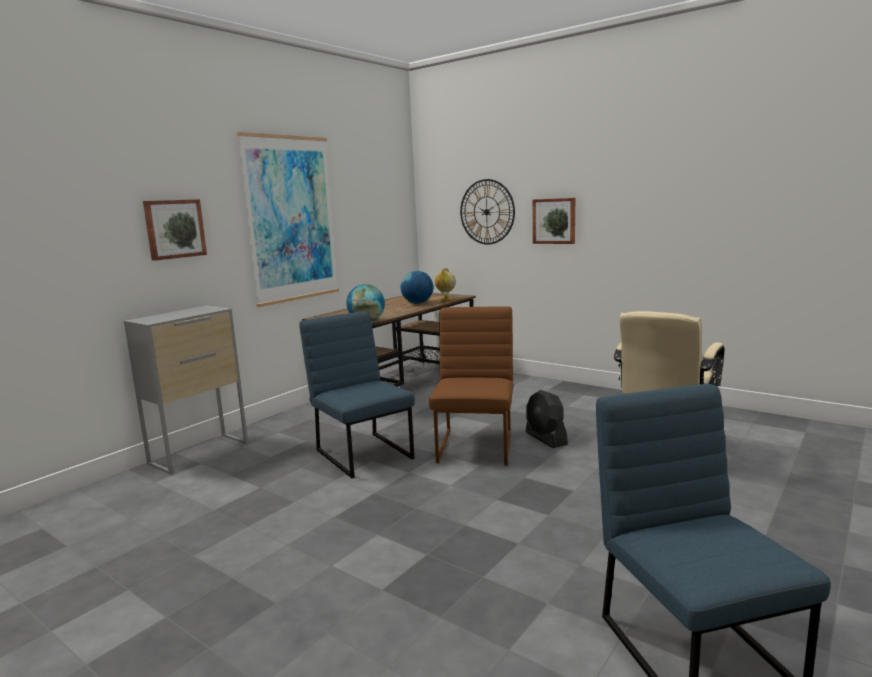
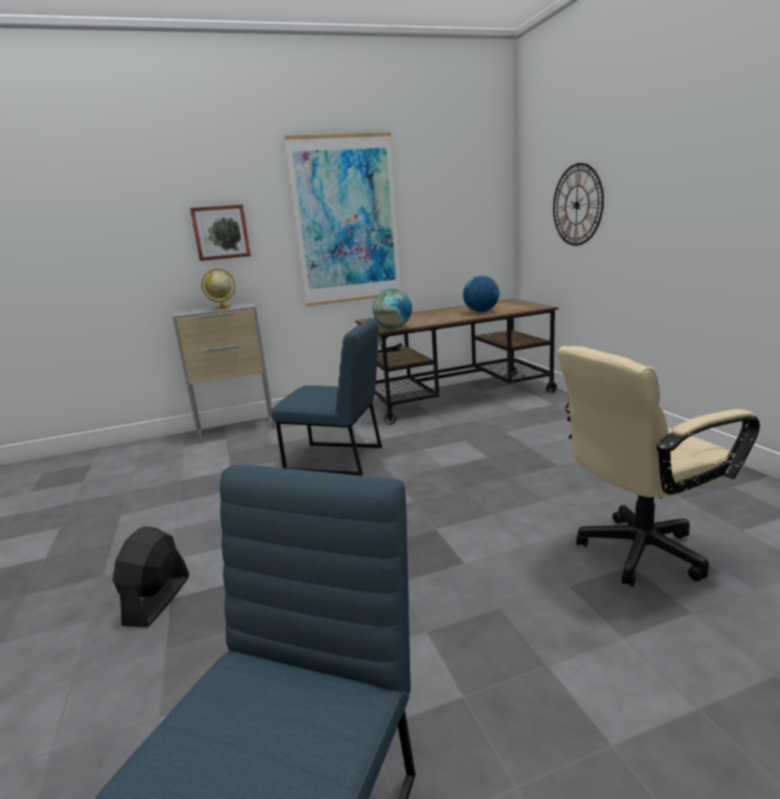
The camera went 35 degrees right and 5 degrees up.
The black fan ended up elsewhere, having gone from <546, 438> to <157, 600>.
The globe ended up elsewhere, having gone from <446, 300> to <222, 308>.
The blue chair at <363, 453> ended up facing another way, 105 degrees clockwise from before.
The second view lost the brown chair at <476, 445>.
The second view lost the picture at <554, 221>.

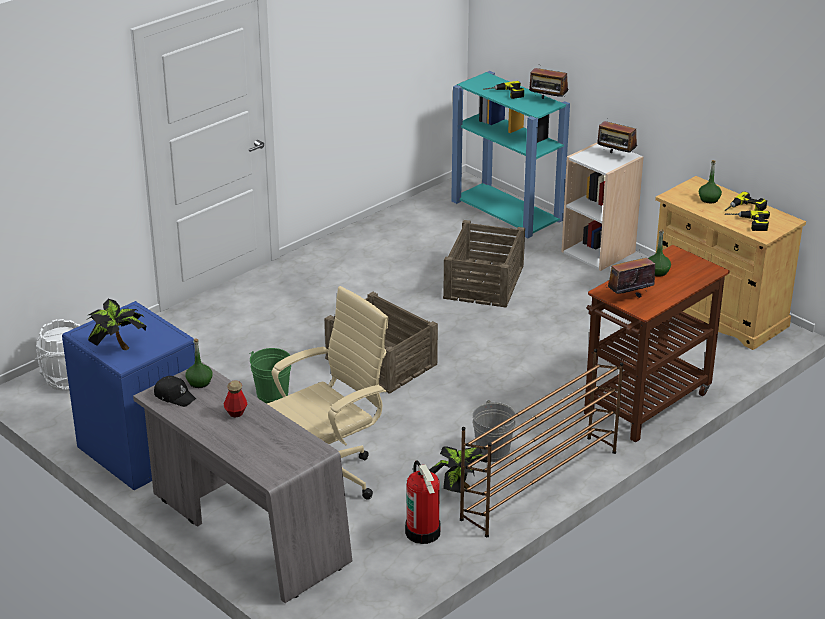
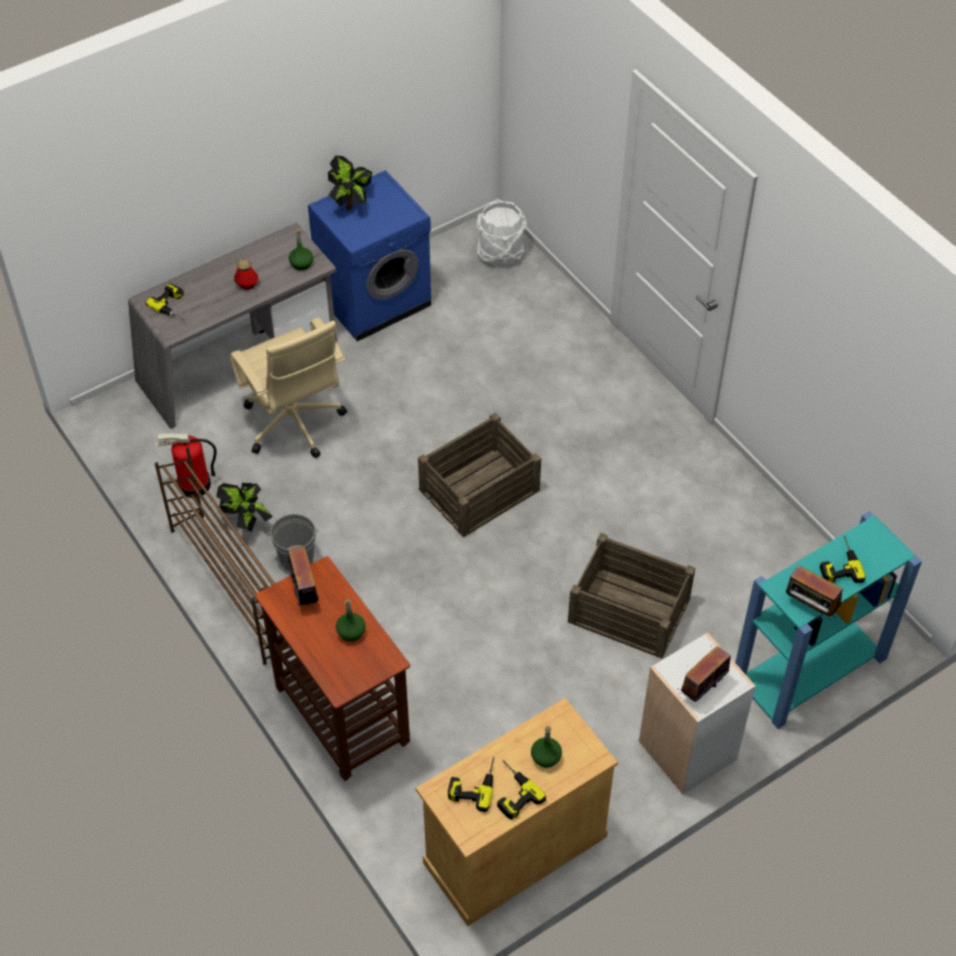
The camera went 100 degrees right and 20 degrees up.
The second view gained the power drill at <174, 306>.
The radio at <547, 101> ended up facing another way, 90 degrees counterclockwise from before.
The second view lost the black cap at <174, 396>.
The second view lost the green bucket at <272, 394>.

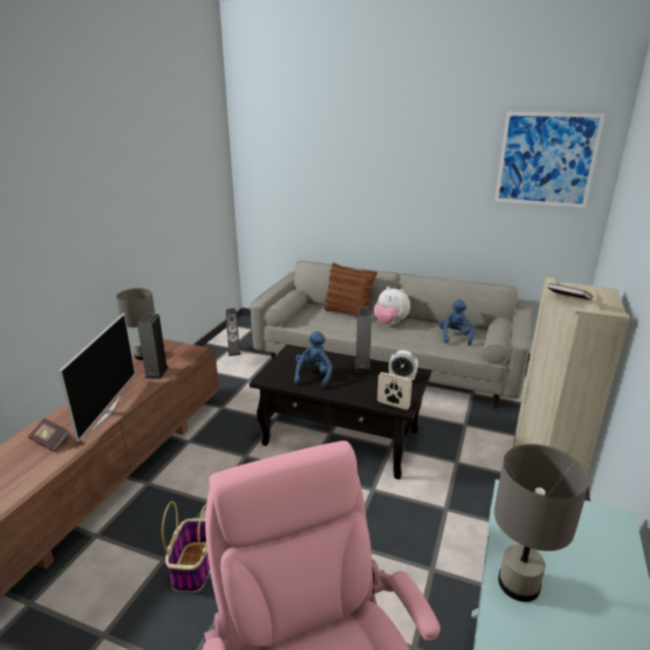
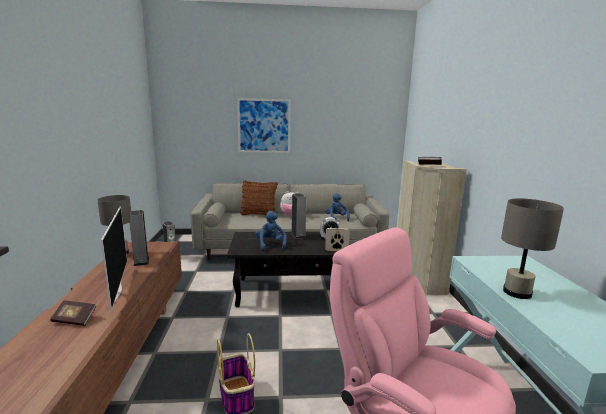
The camera went 25 degrees left and 10 degrees down.
The picture ended up elsewhere, having gone from <546, 160> to <264, 126>.

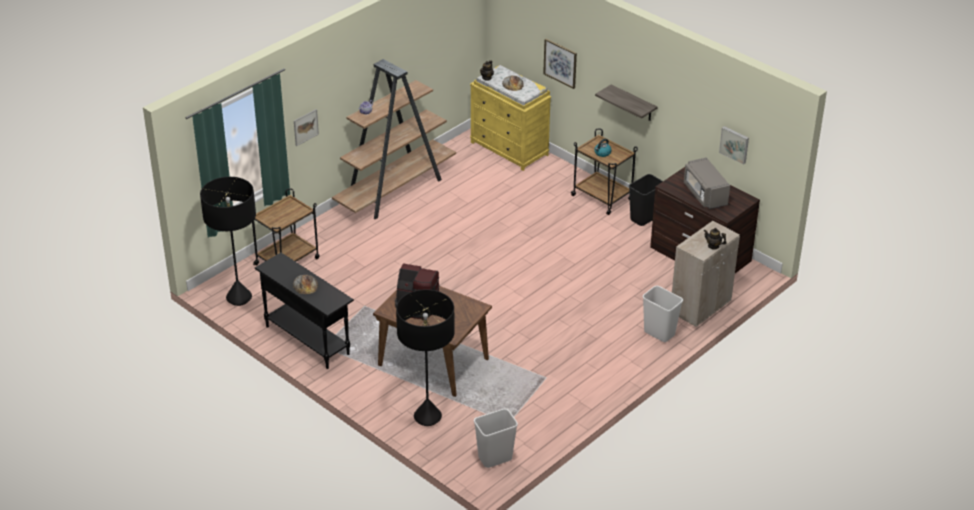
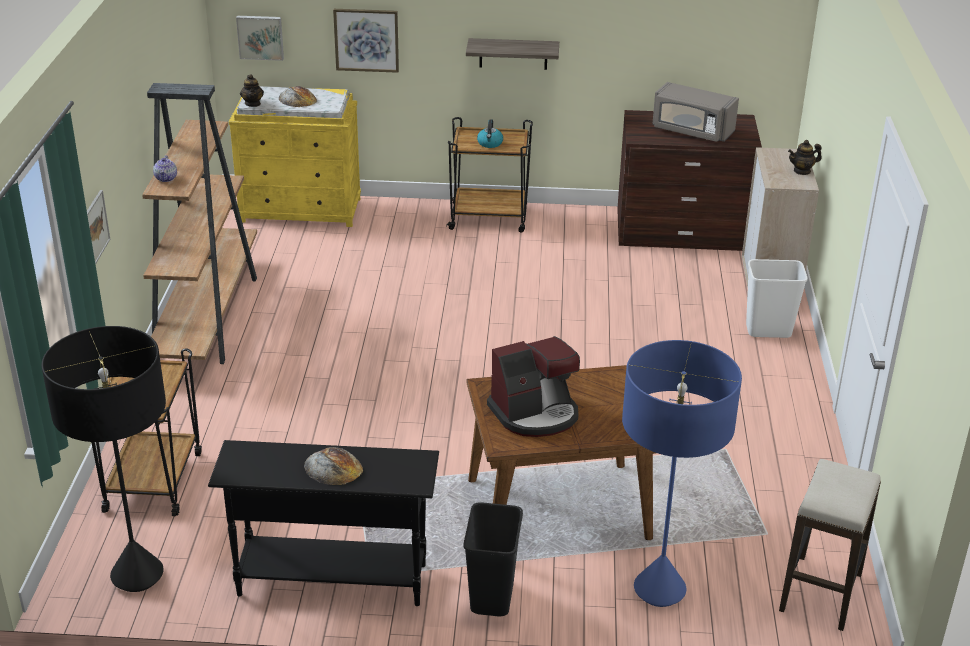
The camera went 40 degrees left and 5 degrees down.
The picture ended up elsewhere, having gone from <734, 144> to <260, 37>.
The black trash can ended up elsewhere, having gone from <643, 218> to <491, 597>.
What was the black floor lamp at <427, 418> turned into the blue floor lamp at <659, 592>.
Where the white trash can stood at <495, 458>, the stool came to stand at <820, 592>.

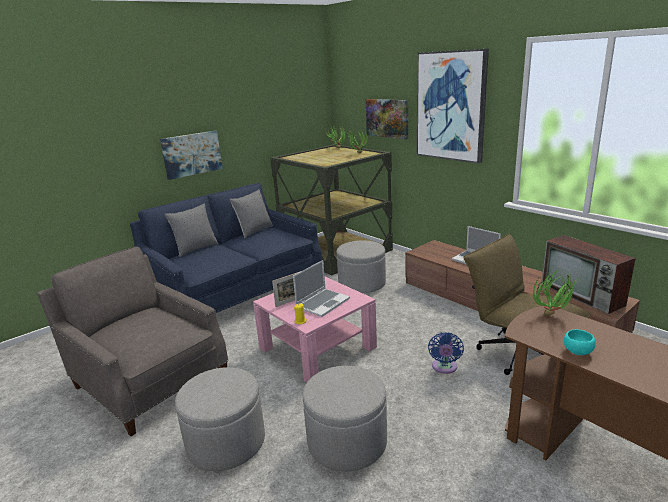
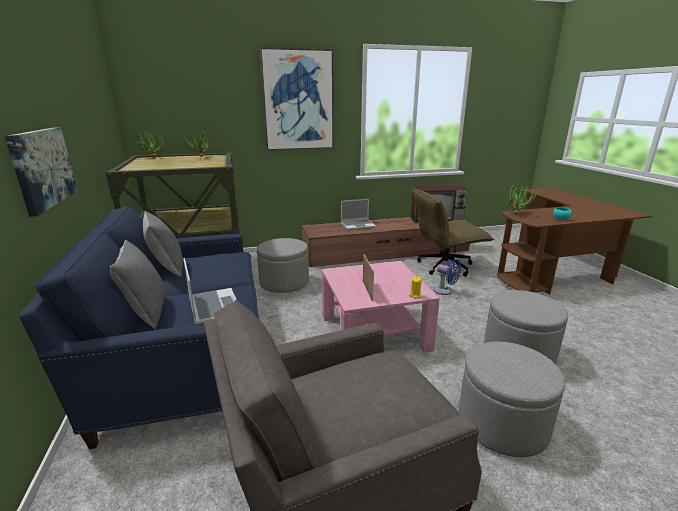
The camera went 65 degrees left and 0 degrees up.
The laptop ended up elsewhere, having gone from <322, 303> to <213, 307>.
The second view lost the picture at <387, 118>.

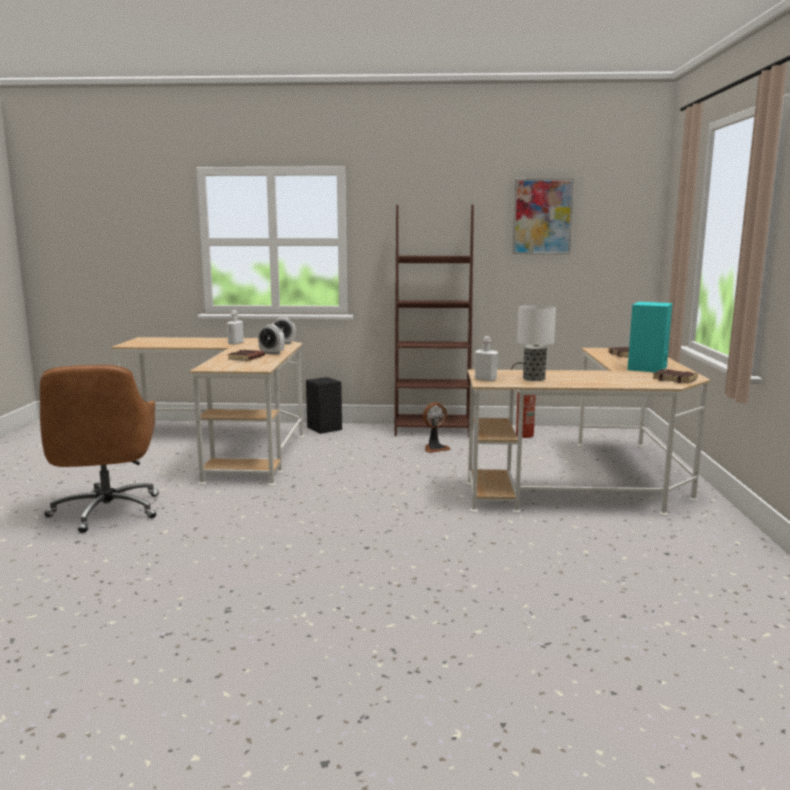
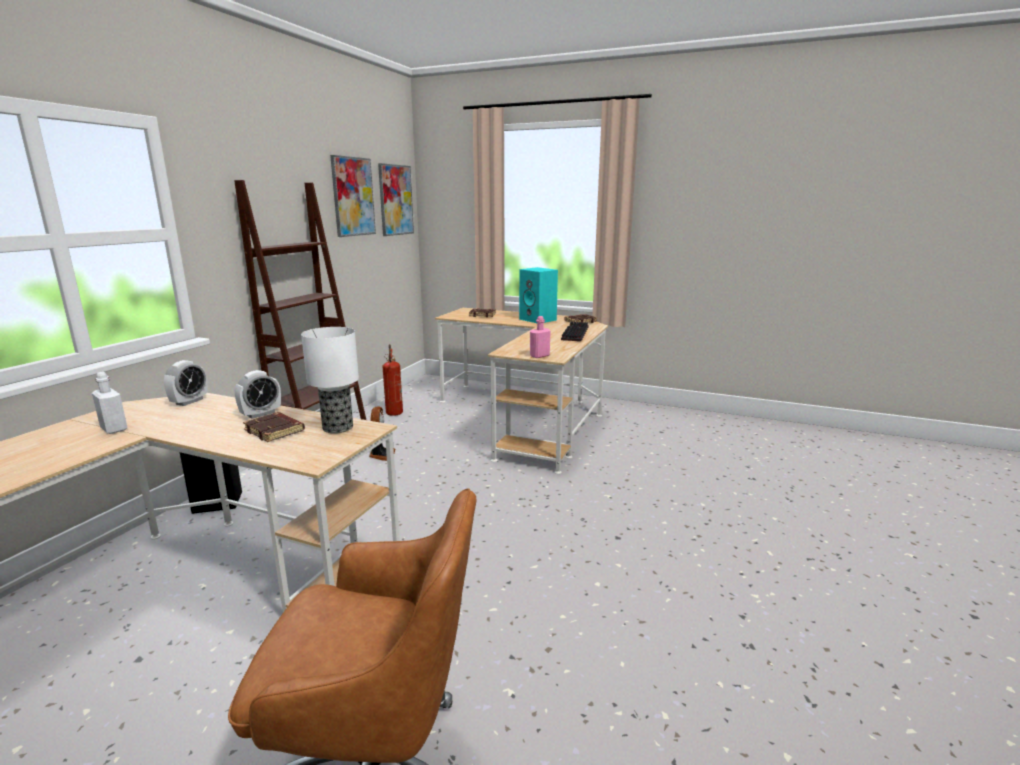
The camera went 70 degrees left and 5 degrees up.
The table lamp ended up elsewhere, having gone from <534, 379> to <338, 427>.
The second view gained the picture at <395, 200>.
What was the white bottle at <485, 379> turned into the pink bottle at <539, 356>.
The second view gained the keyboard at <574, 333>.

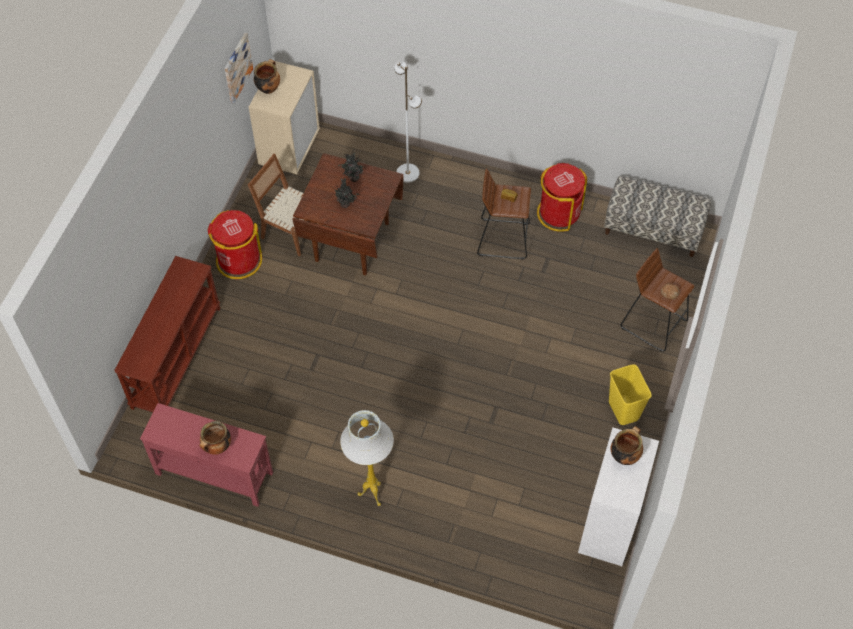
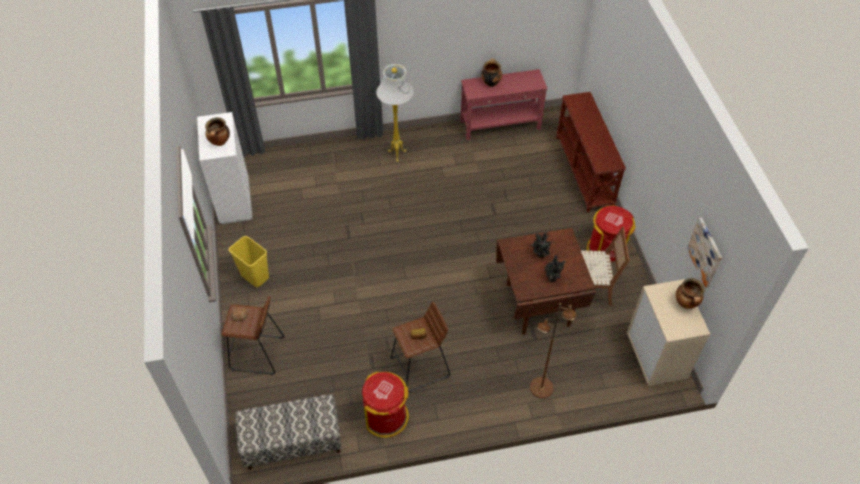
The camera went 150 degrees right and 5 degrees down.
What was the white floor lamp at <408, 173> turned into the brown floor lamp at <541, 388>.

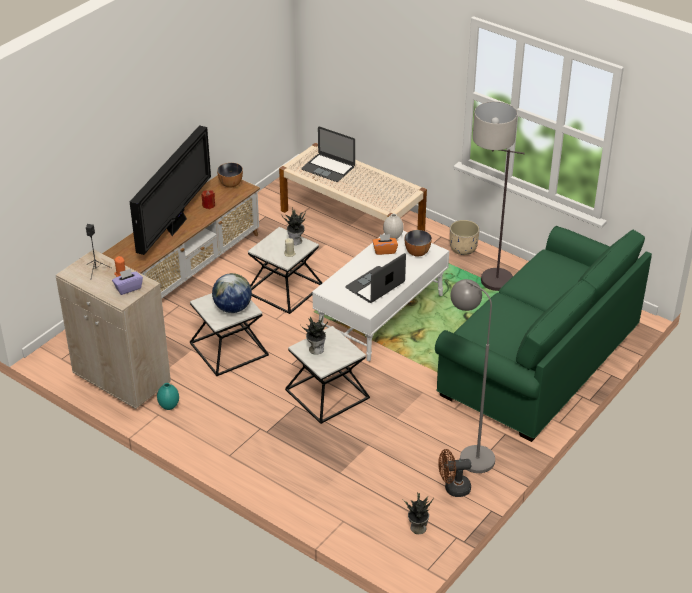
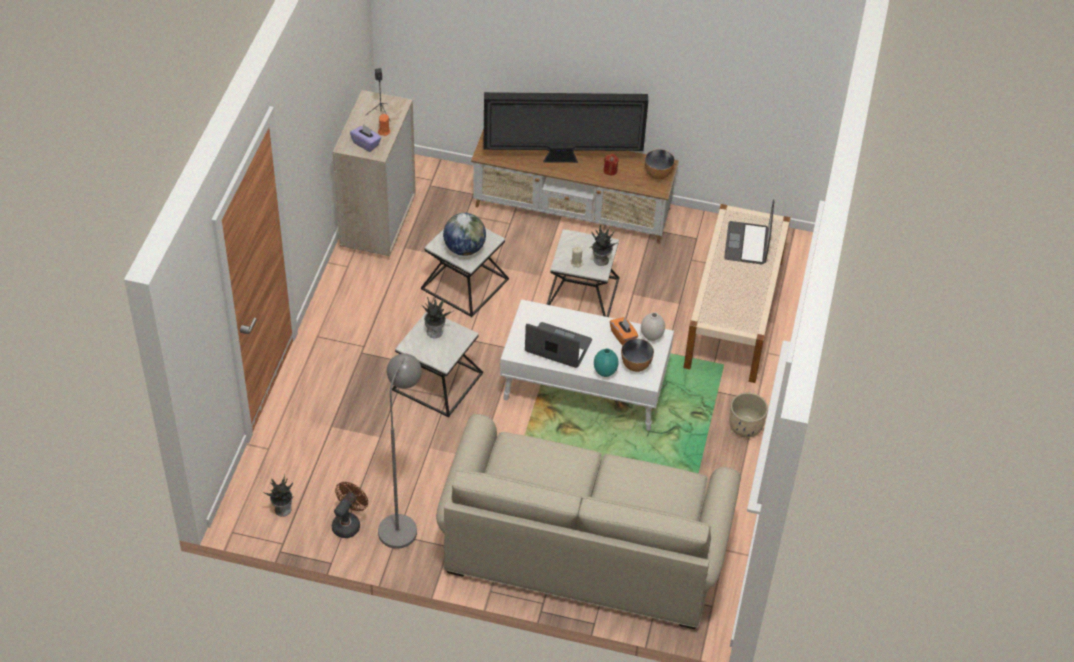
The camera went 65 degrees right and 10 degrees up.
The brown fan at <453, 488> ended up facing another way, 60 degrees clockwise from before.
What was the green sofa at <539, 360> turned into the beige sofa at <583, 549>.
The turquoise vase ended up elsewhere, having gone from <169, 407> to <605, 373>.
The second view lost the grey floor lamp at <487, 279>.

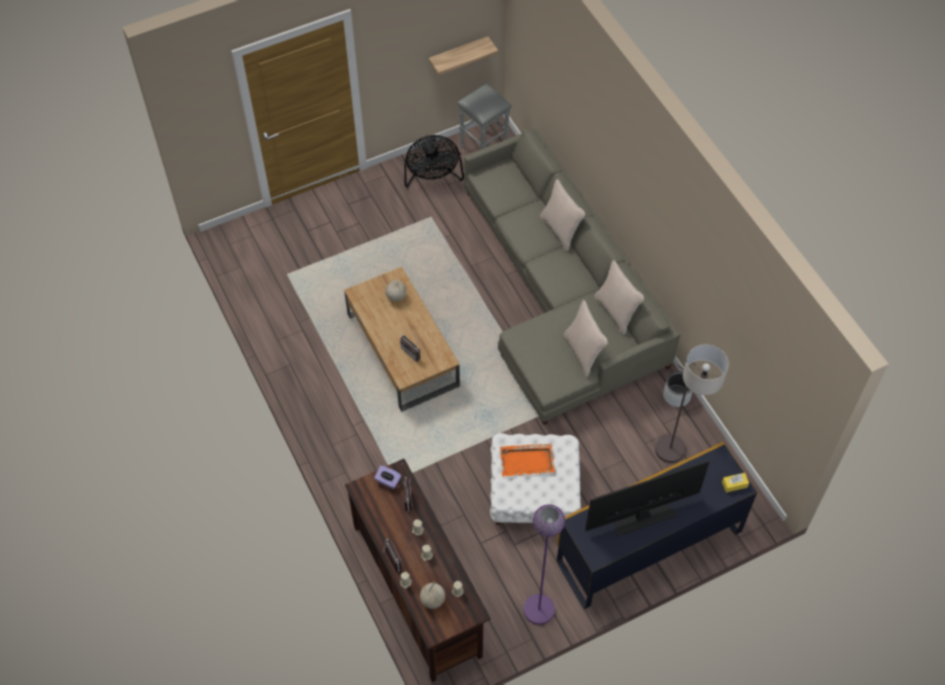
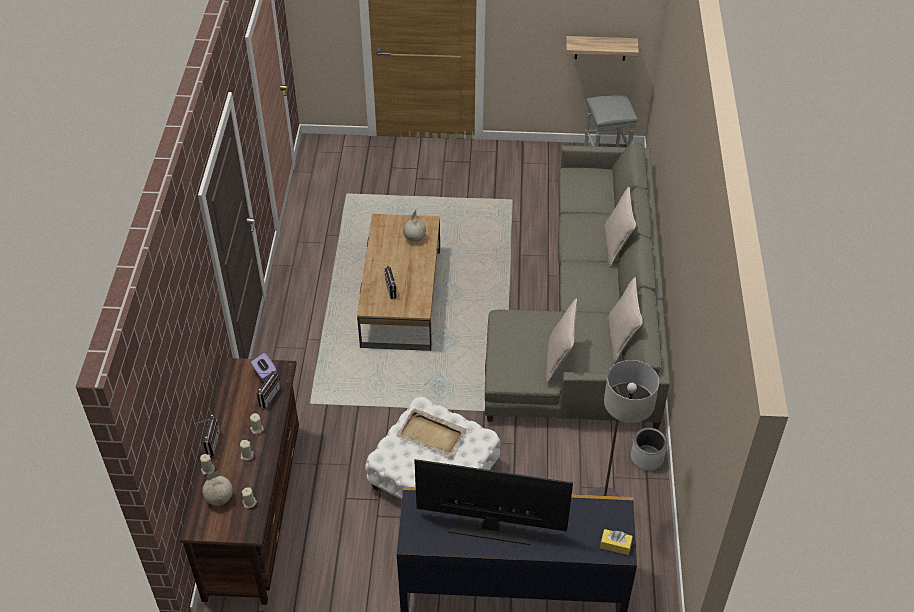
The camera went 30 degrees right and 10 degrees down.
What was the orange tray at <527, 461> turned into the beige tray at <432, 434>.
The second view lost the black fan at <430, 175>.
The second view lost the purple floor lamp at <538, 609>.

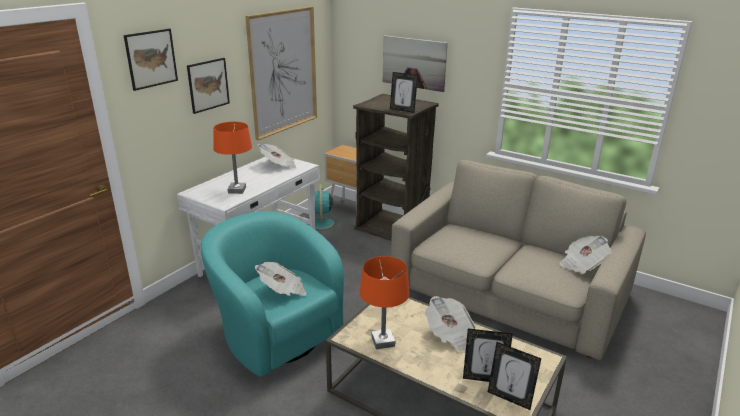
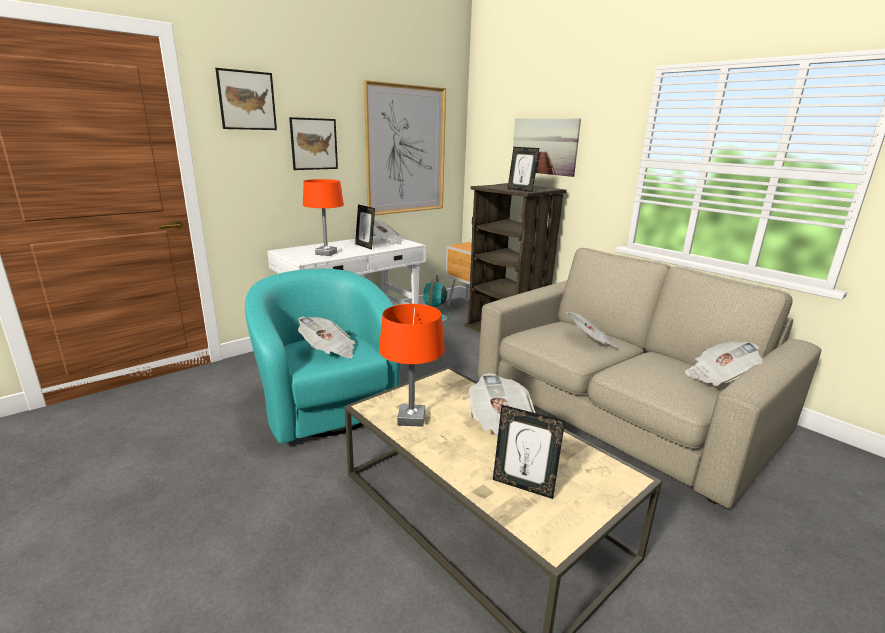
The camera went 15 degrees right and 5 degrees down.
The picture frame ended up elsewhere, having gone from <509, 398> to <365, 246>.
The second view gained the newspaper at <590, 342>.

